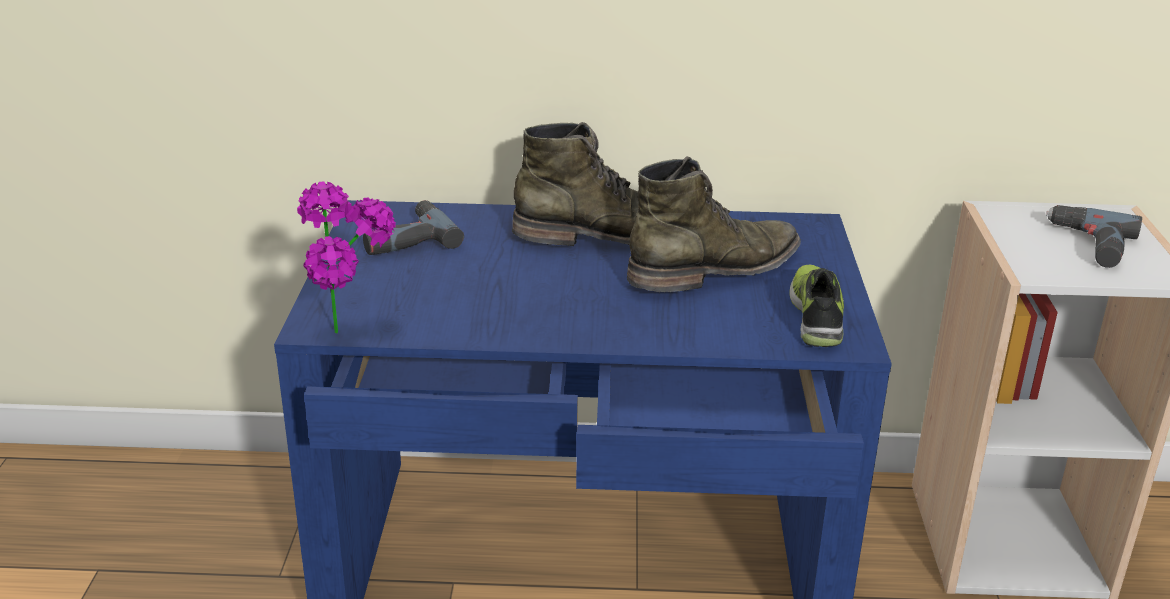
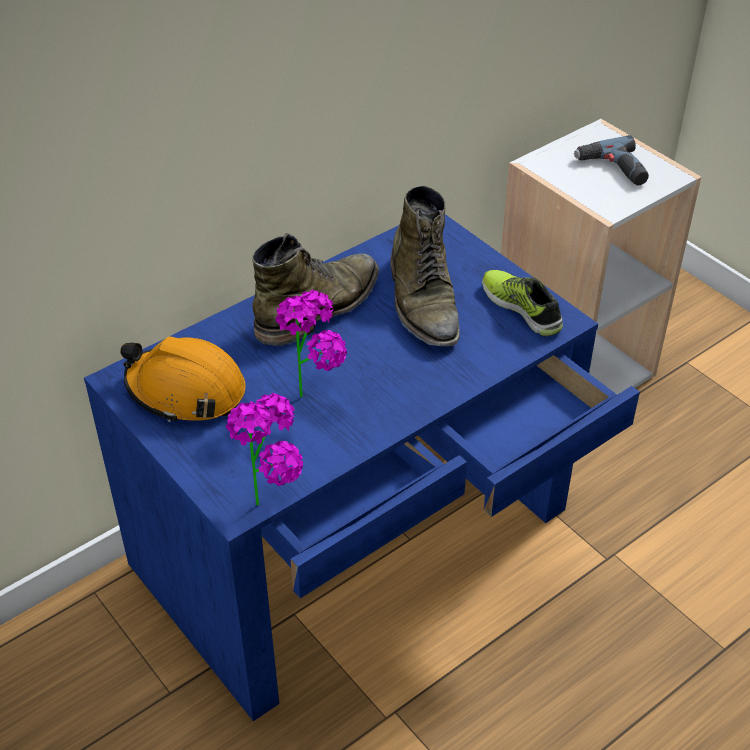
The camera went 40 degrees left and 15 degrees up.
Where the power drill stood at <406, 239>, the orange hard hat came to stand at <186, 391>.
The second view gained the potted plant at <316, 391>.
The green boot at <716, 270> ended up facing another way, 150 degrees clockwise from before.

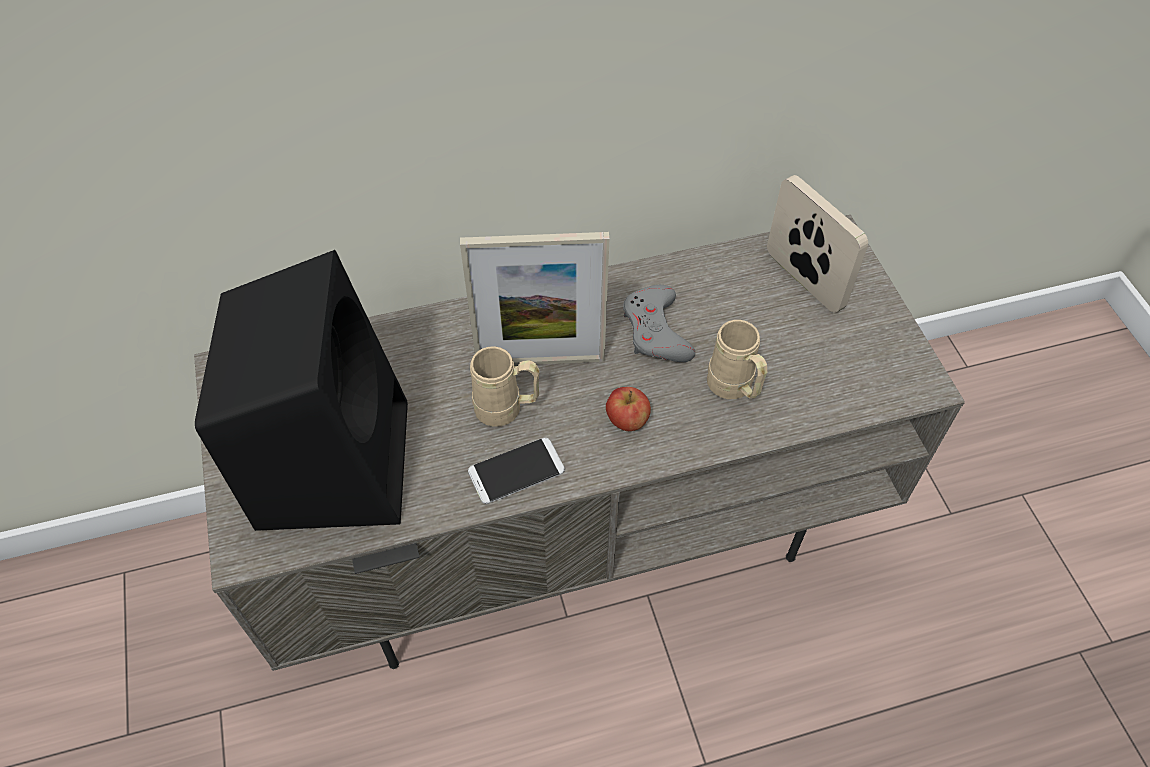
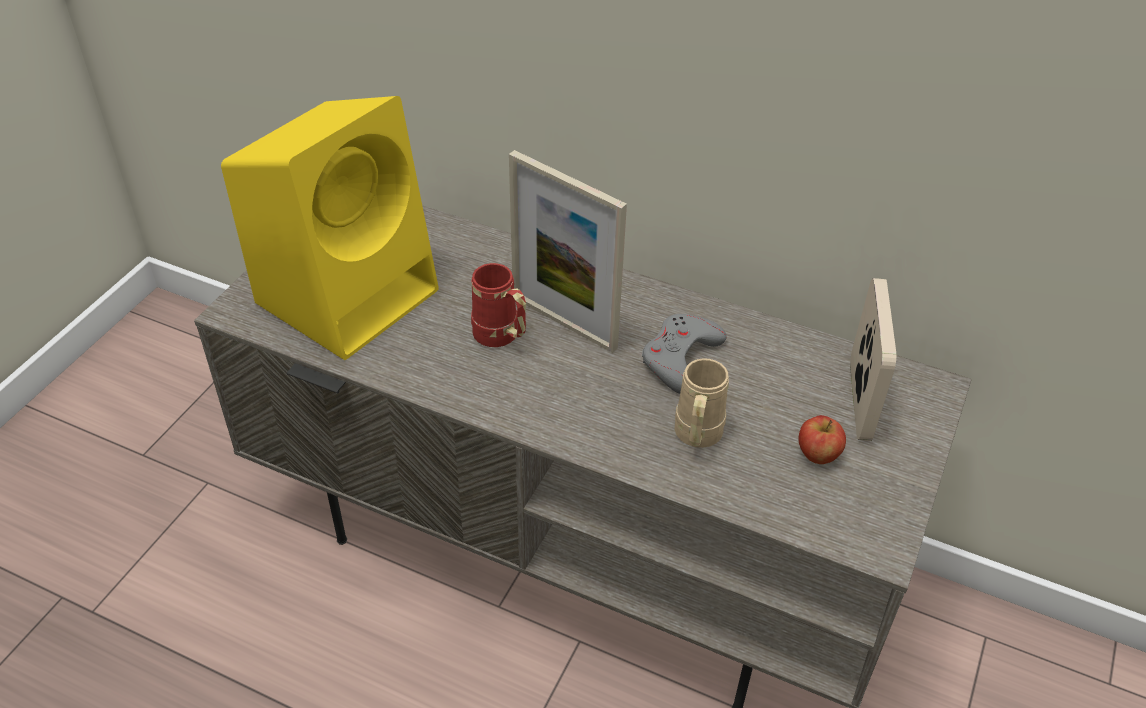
The camera went 40 degrees right and 10 degrees down.
What was the black speaker at <333, 459> turned into the yellow speaker at <350, 293>.
What was the beige mug at <507, 409> turned into the red mug at <501, 338>.
The apple ended up elsewhere, having gone from <627, 421> to <817, 454>.
The second view lost the phone at <516, 471>.

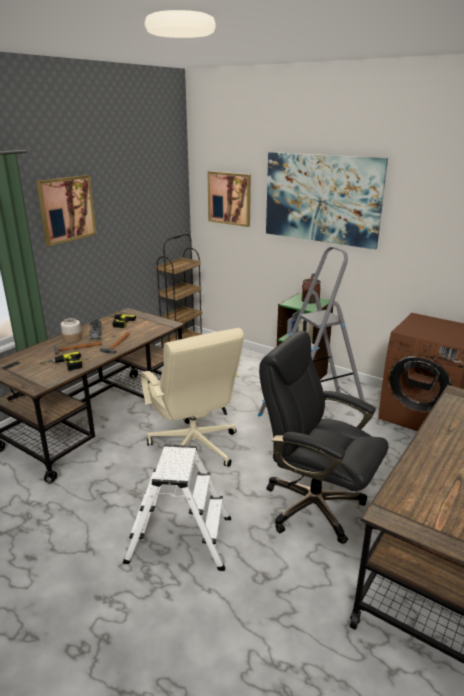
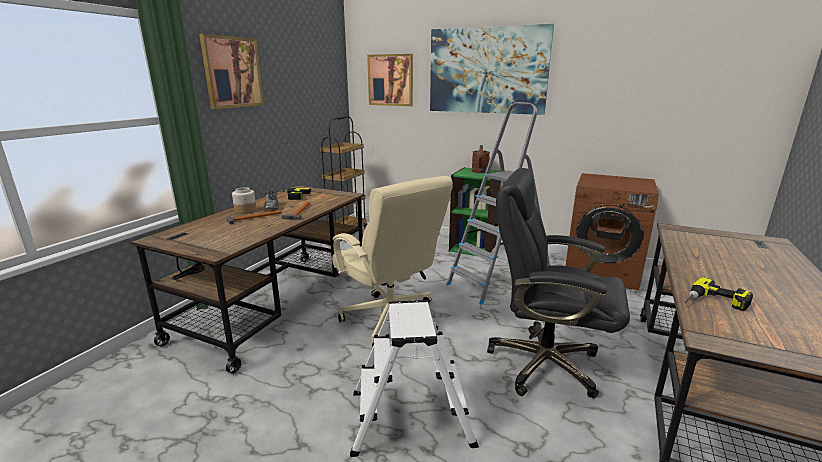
The camera went 10 degrees left and 5 degrees down.
The power drill ended up elsewhere, having gone from <63, 366> to <714, 303>.

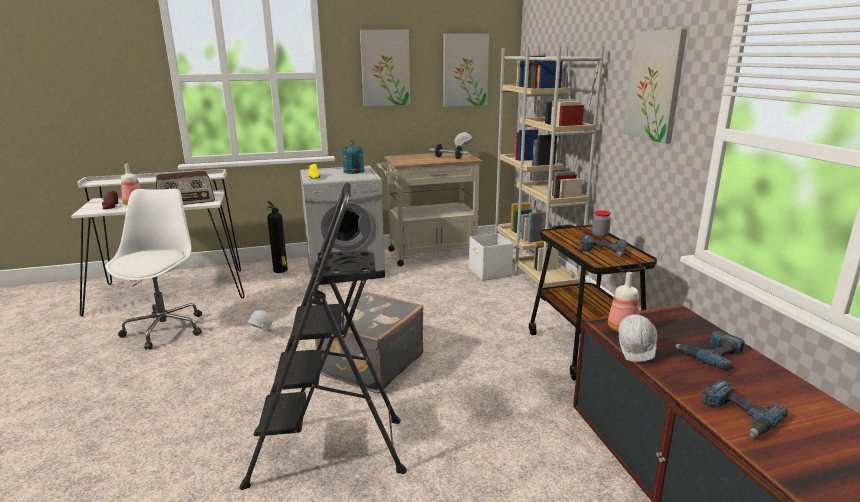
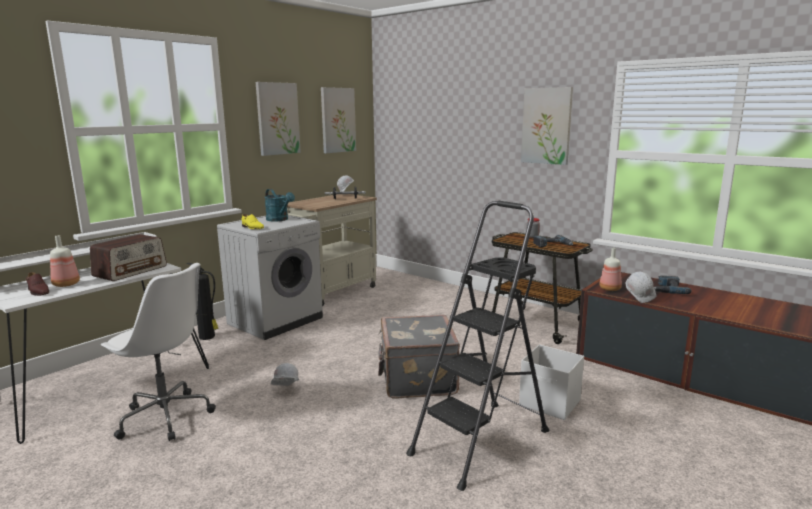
The camera went 35 degrees left and 5 degrees down.
The white office chair at <166, 329> ended up facing another way, 150 degrees clockwise from before.
The white storage box ended up elsewhere, having gone from <489, 273> to <550, 403>.
The second view lost the beige bookcase at <534, 273>.
The second view lost the power drill at <737, 415>.

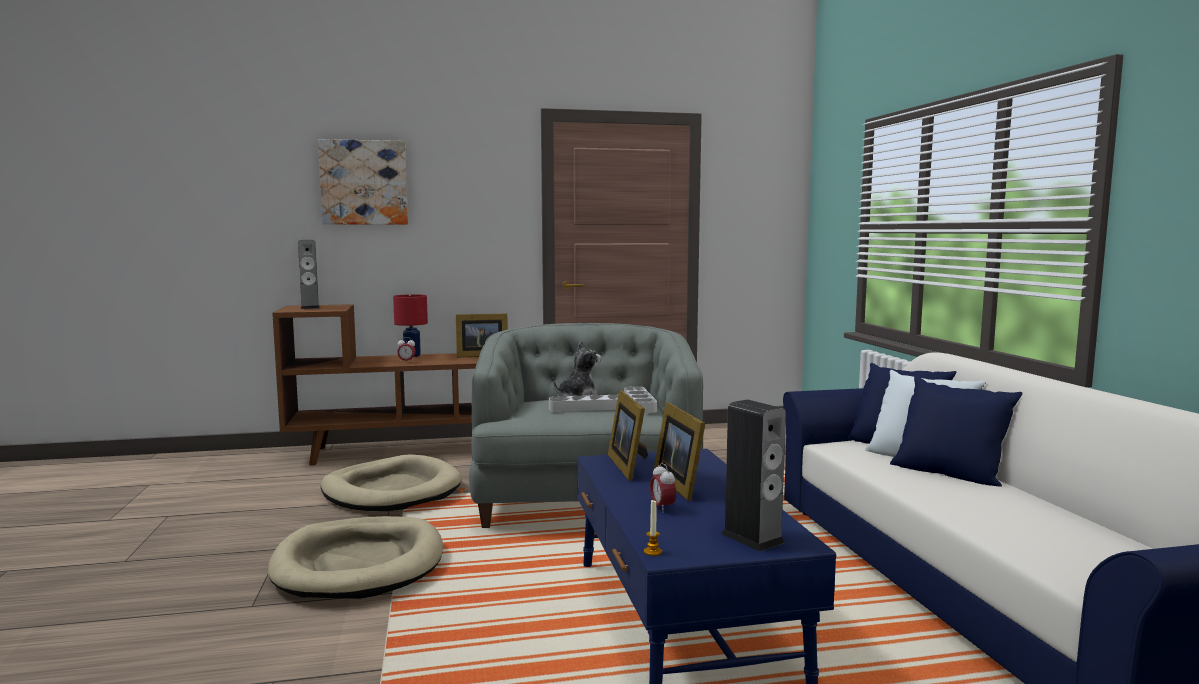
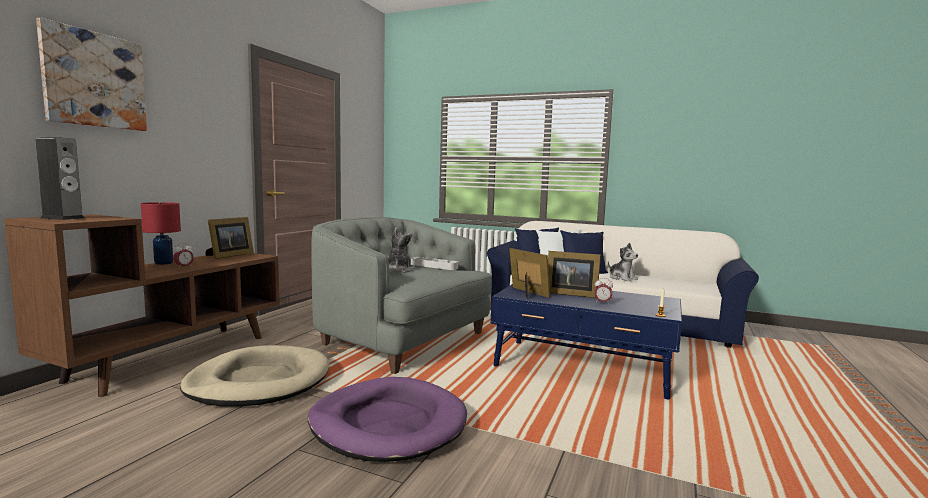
The camera went 55 degrees left and 0 degrees up.
What was the beige dog bed at <359, 564> turned into the purple dog bed at <388, 424>.
The picture frame at <629, 466> ended up facing another way, 150 degrees counterclockwise from before.
The second view gained the plush toy at <622, 278>.
The second view lost the grey tray at <588, 408>.
The second view lost the speaker at <752, 538>.

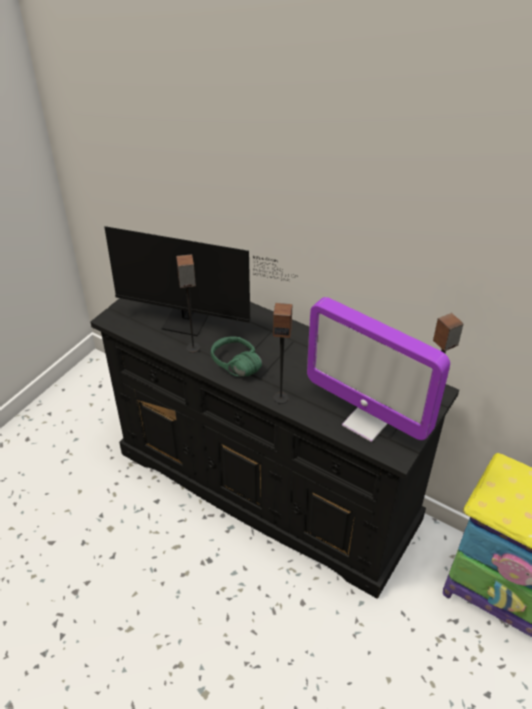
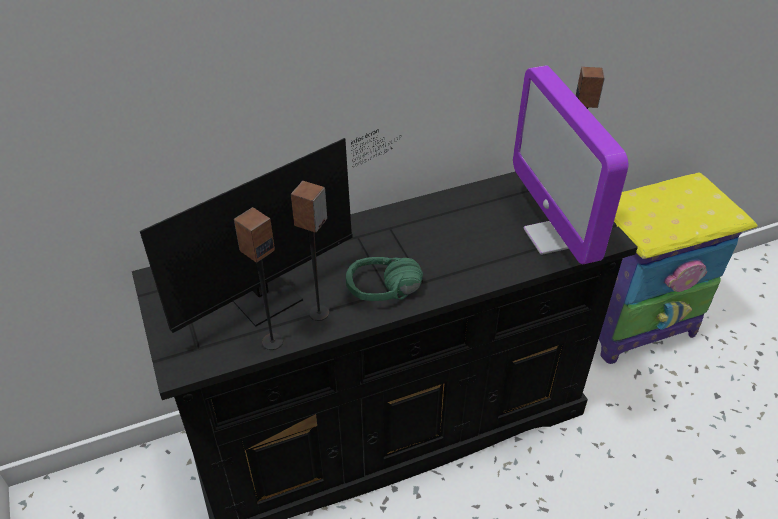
The camera went 55 degrees left and 0 degrees up.
The speaker ended up elsewhere, having gone from <281, 397> to <272, 341>.
The monitor at <366, 422> ended up facing another way, 90 degrees clockwise from before.

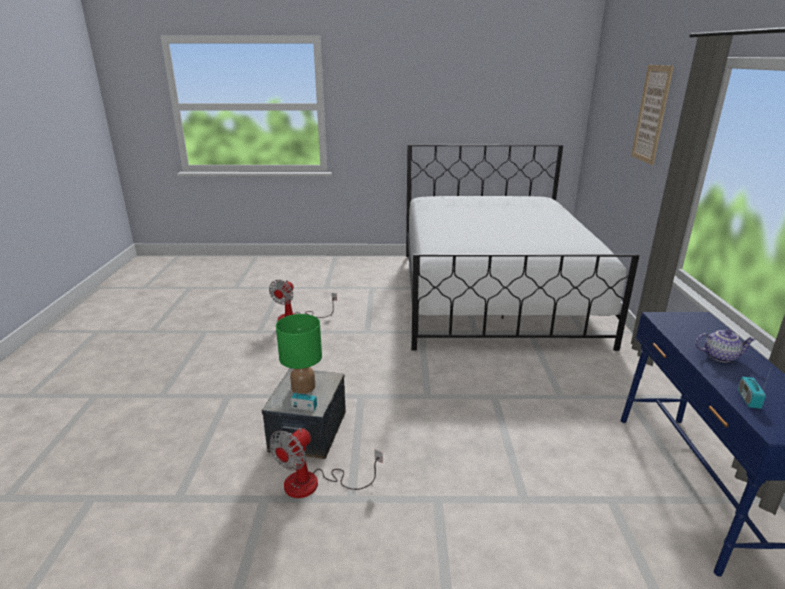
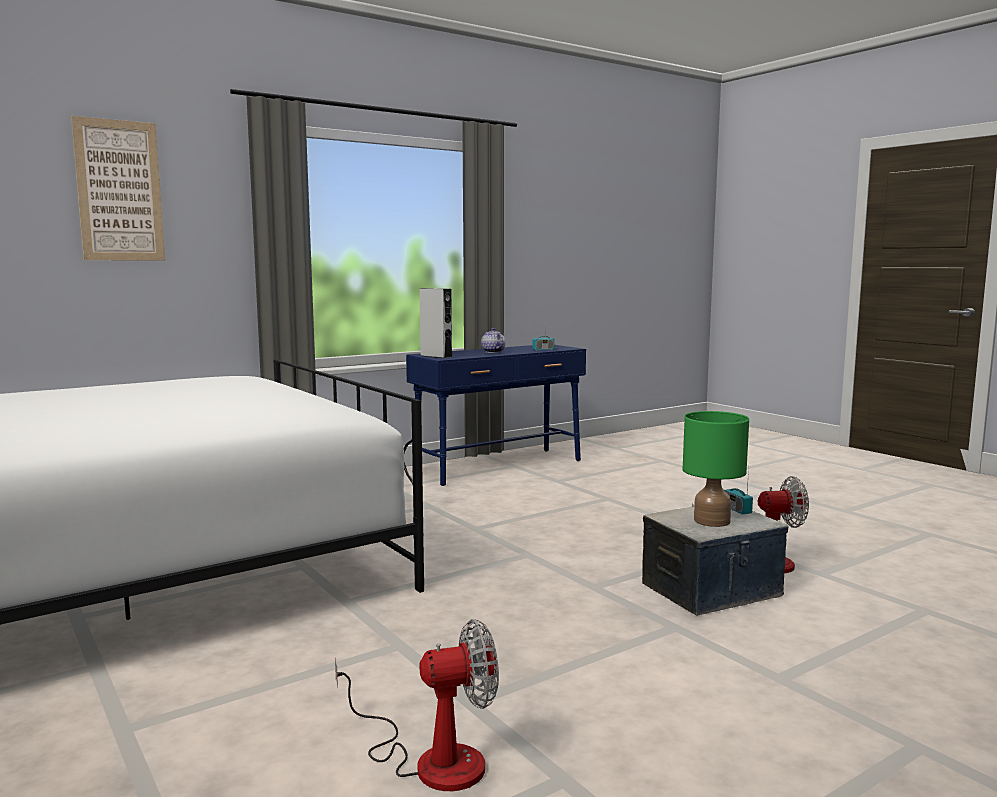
The camera went 125 degrees left and 15 degrees down.
The second view gained the grey speaker at <436, 356>.

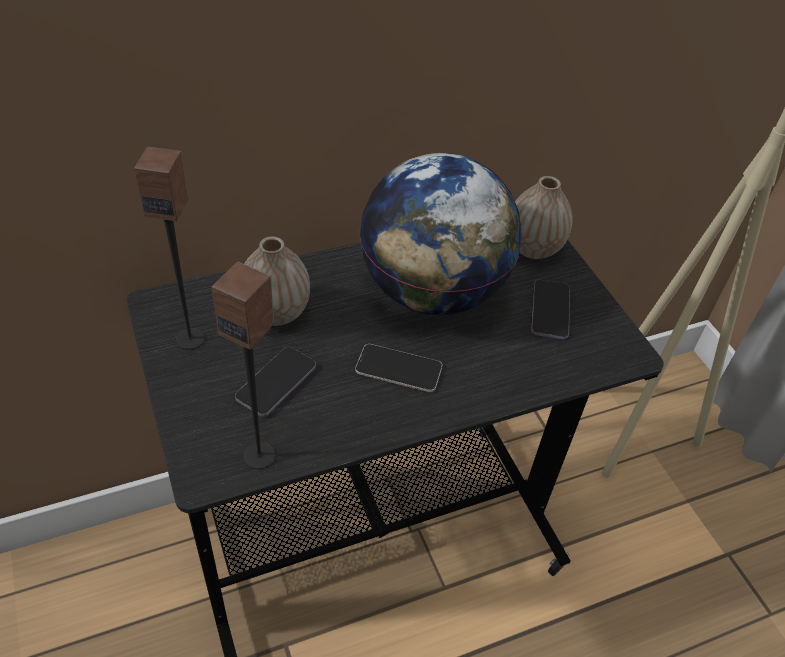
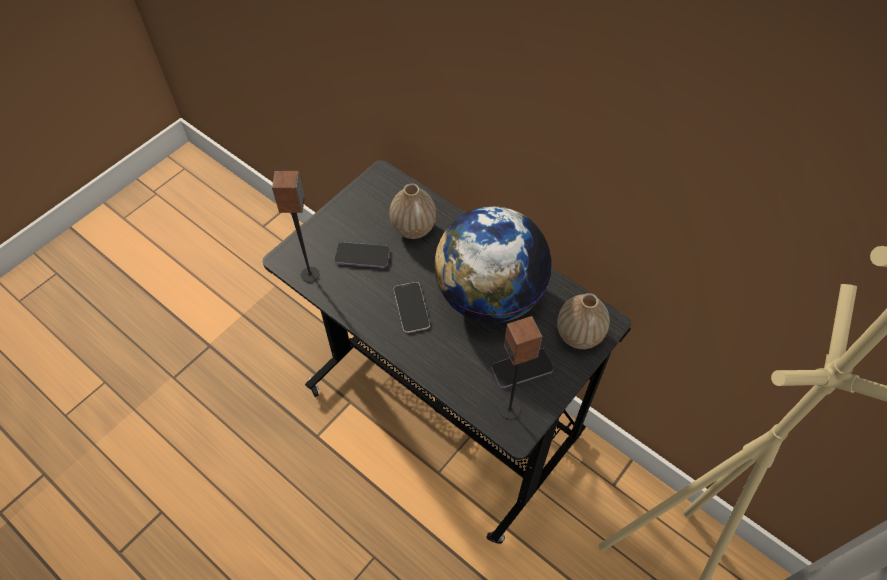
The camera went 65 degrees right and 10 degrees up.
The speaker ended up elsewhere, having gone from <190, 338> to <510, 409>.

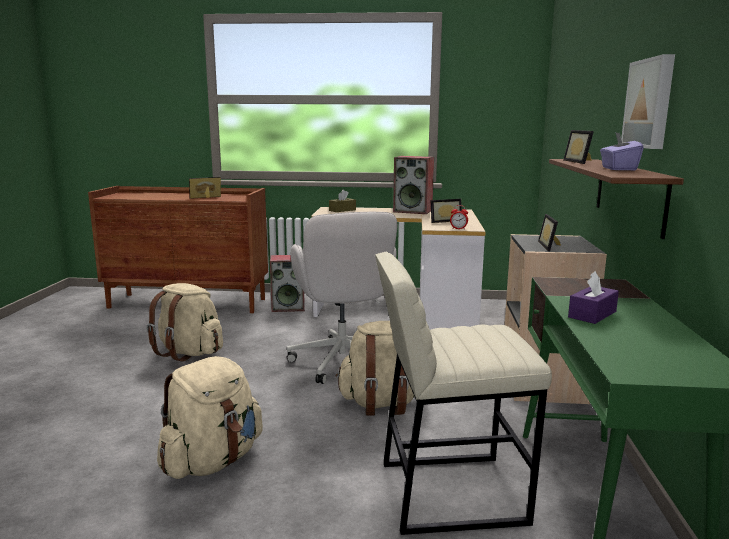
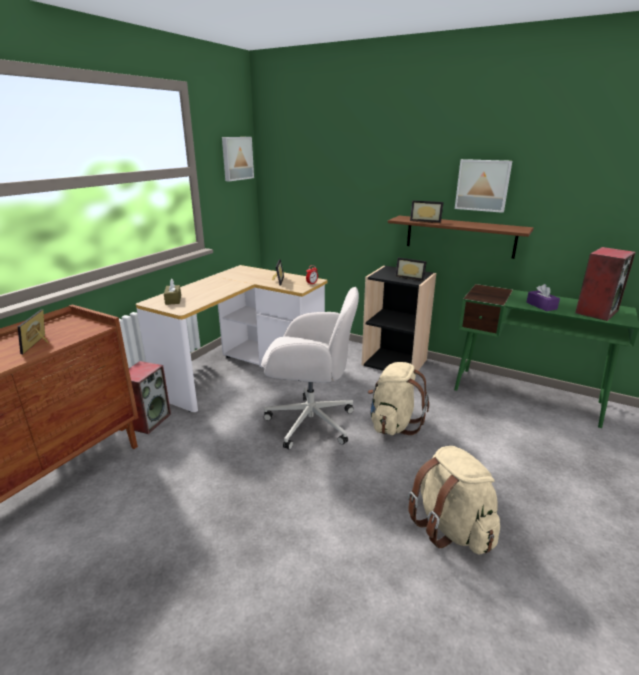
The camera went 65 degrees left and 10 degrees up.
The second view gained the picture at <236, 158>.
The speaker ended up elsewhere, having gone from <413, 211> to <596, 311>.
The second view lost the beige backpack at <189, 353>.
The second view lost the beige chair at <447, 492>.
The second view lost the purple tissue box at <618, 169>.

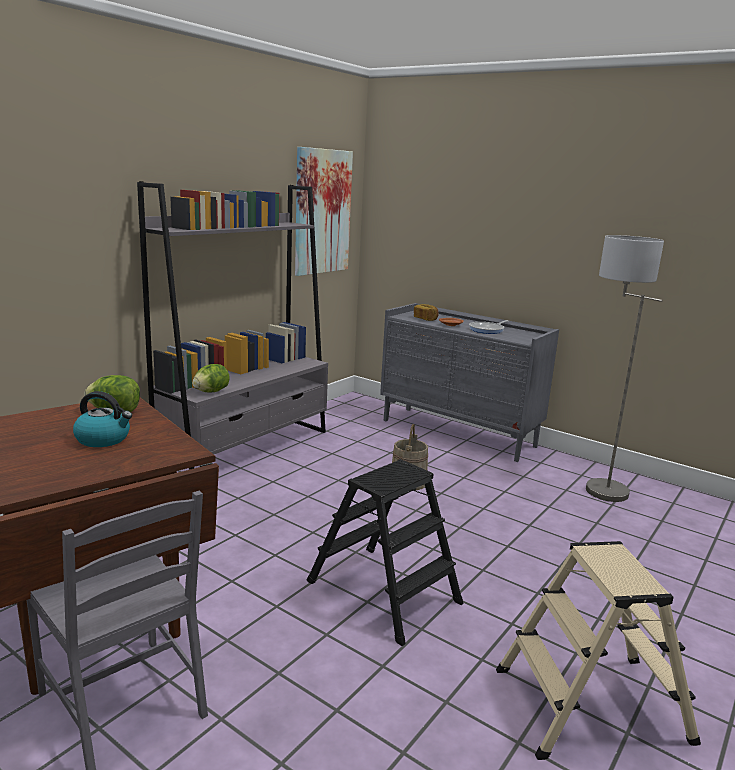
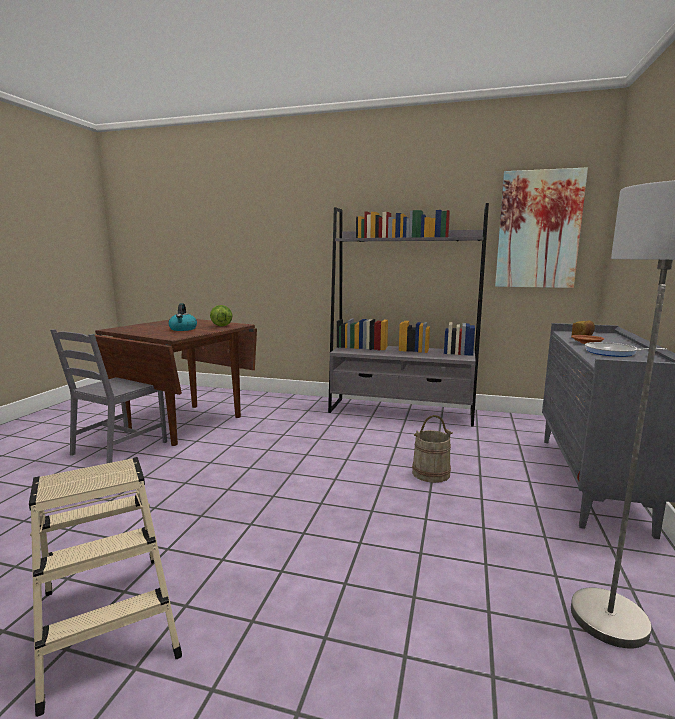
The camera went 70 degrees right and 5 degrees down.
The second view lost the lettuce at <211, 392>.
The second view lost the black step ladder at <383, 591>.

